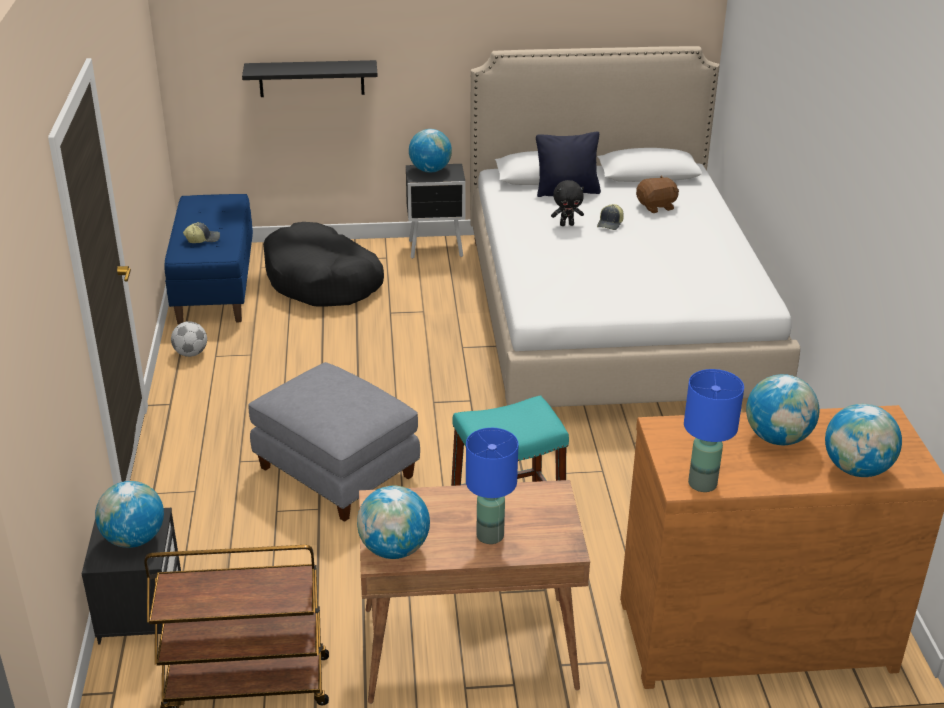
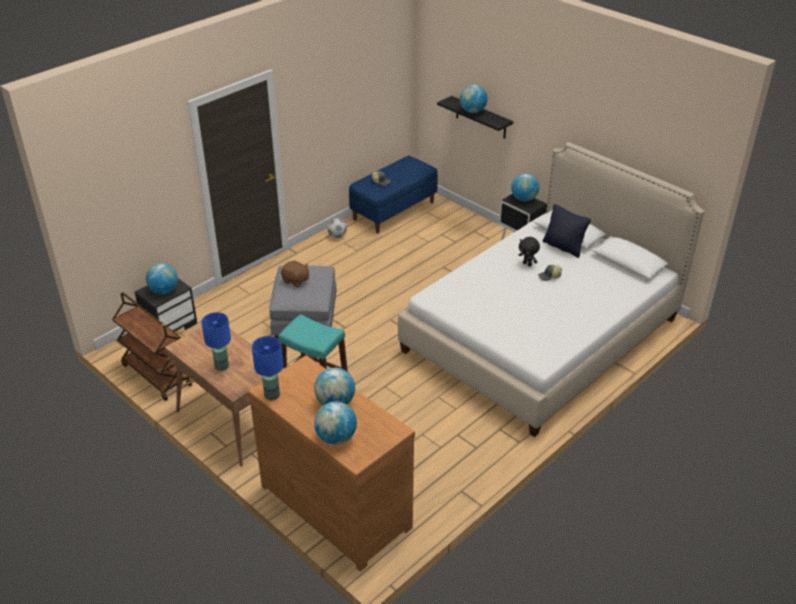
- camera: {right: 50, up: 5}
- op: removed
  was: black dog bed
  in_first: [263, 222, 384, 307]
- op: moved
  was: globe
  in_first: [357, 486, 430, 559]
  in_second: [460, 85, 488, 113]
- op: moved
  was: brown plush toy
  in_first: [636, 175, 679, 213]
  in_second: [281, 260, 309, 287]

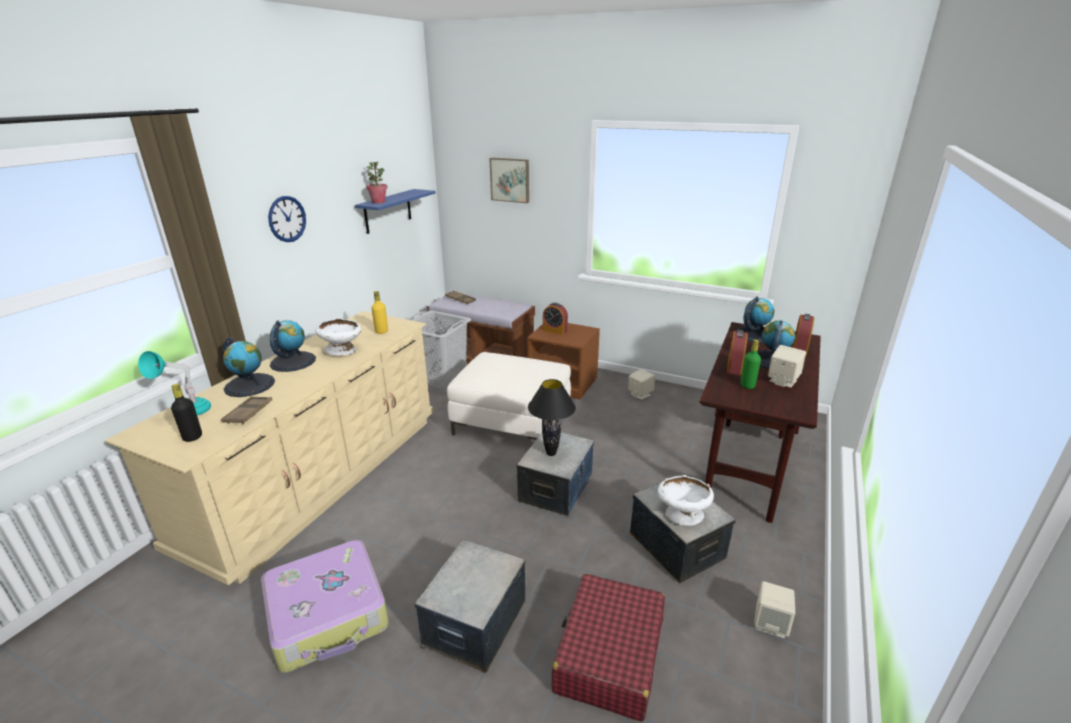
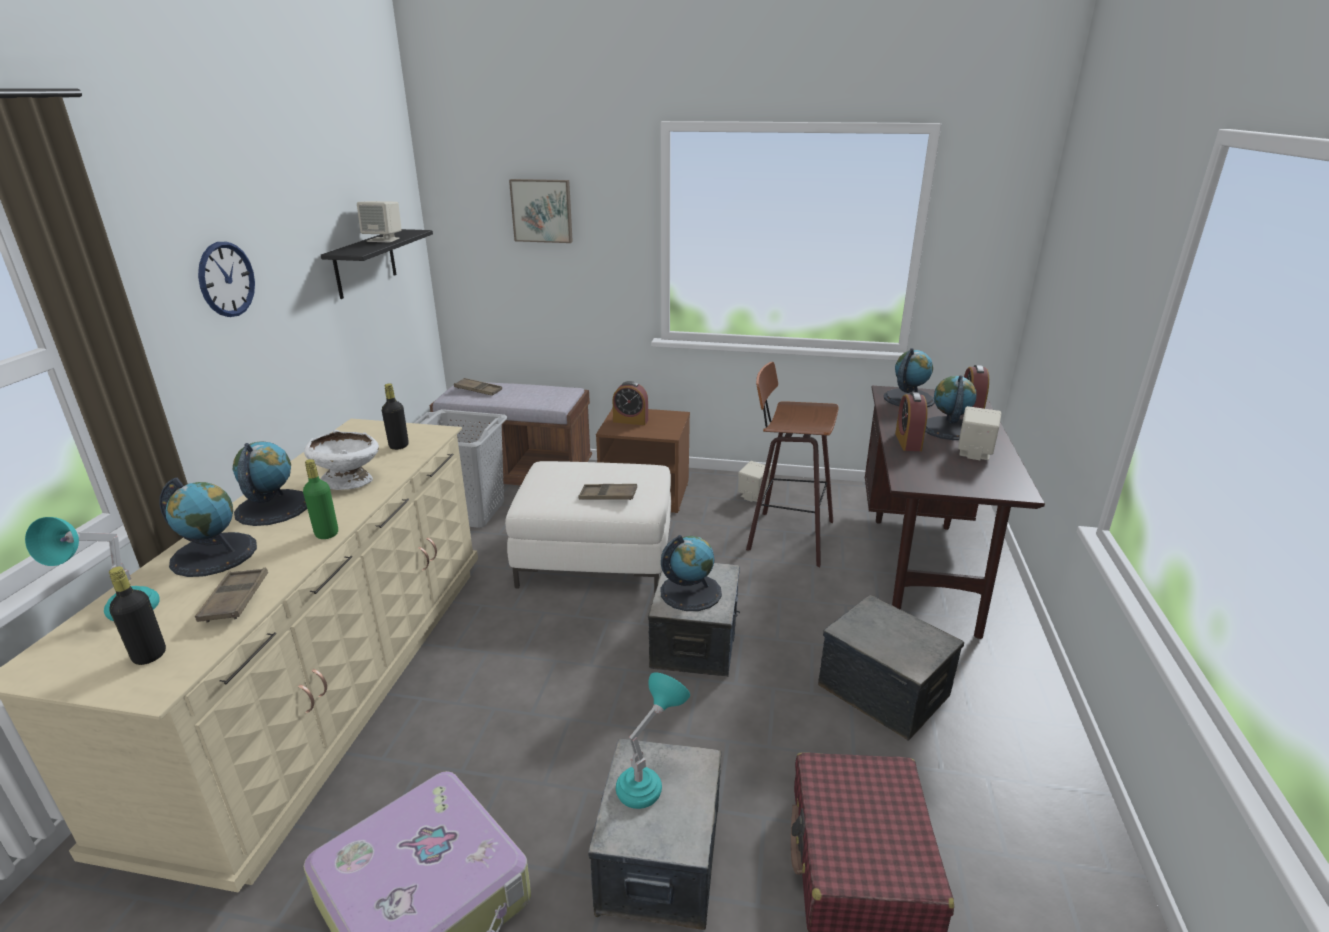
- camera: {right: -15, up: 0}
- op: removed
  was: potted plant
  in_first: [366, 161, 388, 203]
- op: removed
  was: white bowl
  in_first: [658, 475, 714, 526]
- op: added
  now: brown tray
  in_second: [578, 484, 637, 500]
- op: added
  now: turquoise table lamp
  in_second: [616, 673, 690, 809]
- op: added
  now: stool
  in_second: [746, 362, 839, 567]
- op: moved
  was: green bottle
  in_first: [740, 339, 761, 389]
  in_second: [303, 459, 338, 539]
- op: moved
  was: beige speaker
  in_first: [754, 581, 795, 638]
  in_second: [357, 201, 402, 242]
- op: replaced
  was: black table lamp
  now: globe
  in_first: [528, 379, 576, 456]
  in_second: [661, 535, 722, 611]
- op: recoloured
  was: blue shelf
  now: black shelf
  in_first: [355, 189, 436, 234]
  in_second: [321, 229, 433, 299]
- op: recoloured
  was: yellow bottle
  now: black bottle
  in_first: [371, 291, 388, 334]
  in_second: [382, 383, 409, 450]

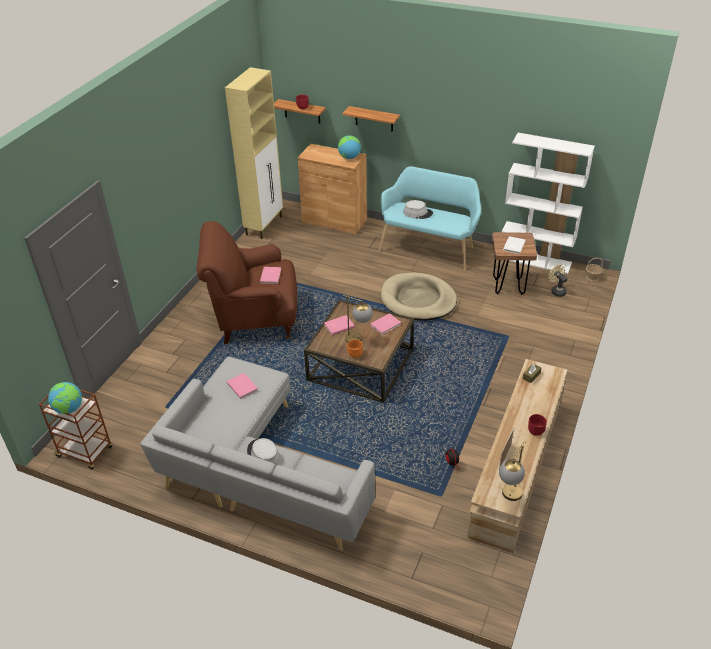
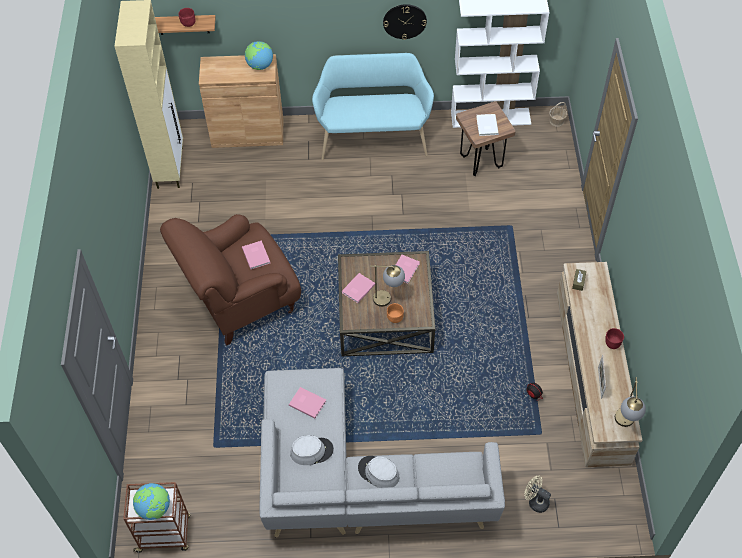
- camera: {right: -25, up: 15}
- op: removed
  was: shelf
  in_first: [342, 106, 400, 132]
- op: removed
  was: beige dog bed
  in_first: [381, 272, 457, 321]
- op: added
  now: wall clock
  in_second: [383, 4, 427, 40]
- op: moved
  was: grey hat
  in_first: [403, 200, 433, 219]
  in_second: [290, 435, 334, 465]
- op: moved
  was: beige fan
  in_first: [548, 265, 568, 297]
  in_second: [525, 475, 551, 513]

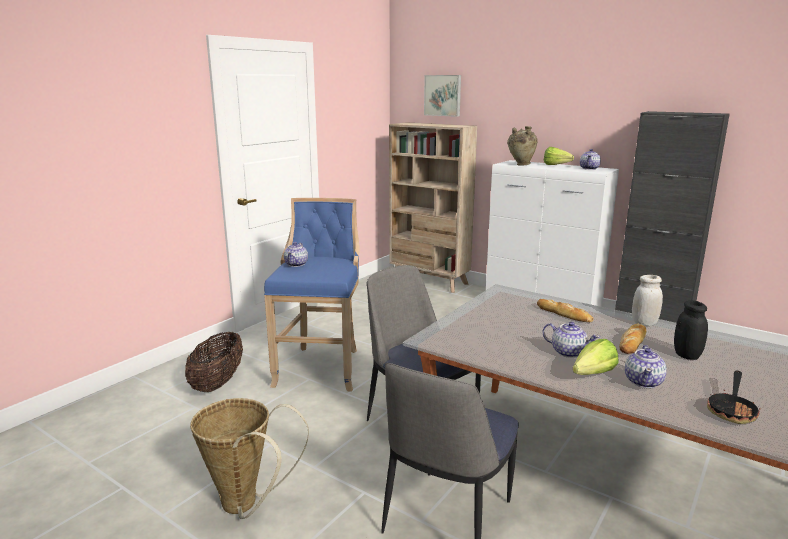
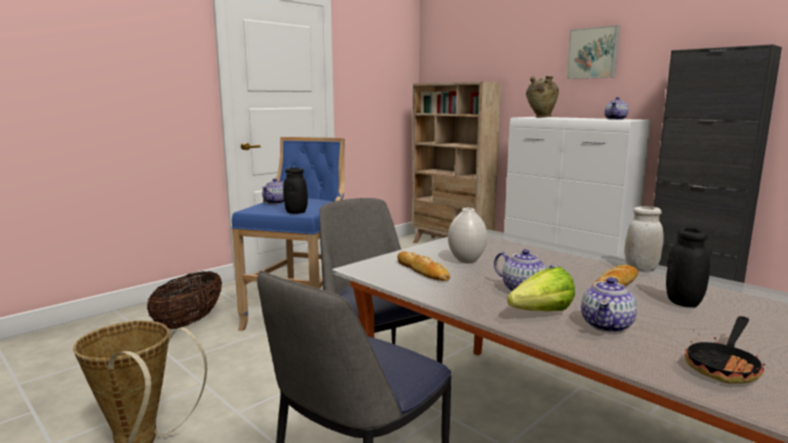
- camera: {right: 10, up: -5}
- op: removed
  was: lettuce
  in_first: [544, 147, 574, 165]
- op: added
  now: black jar
  in_second: [283, 168, 308, 214]
- op: added
  now: white vase
  in_second: [448, 208, 488, 263]
- op: moved
  was: picture
  in_first: [424, 75, 461, 117]
  in_second: [566, 25, 620, 79]
- op: moved
  was: bread
  in_first: [537, 299, 594, 322]
  in_second: [397, 251, 450, 281]

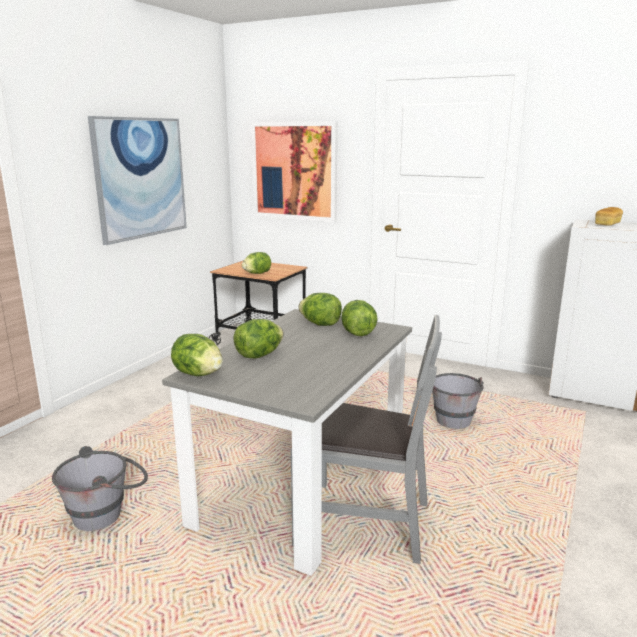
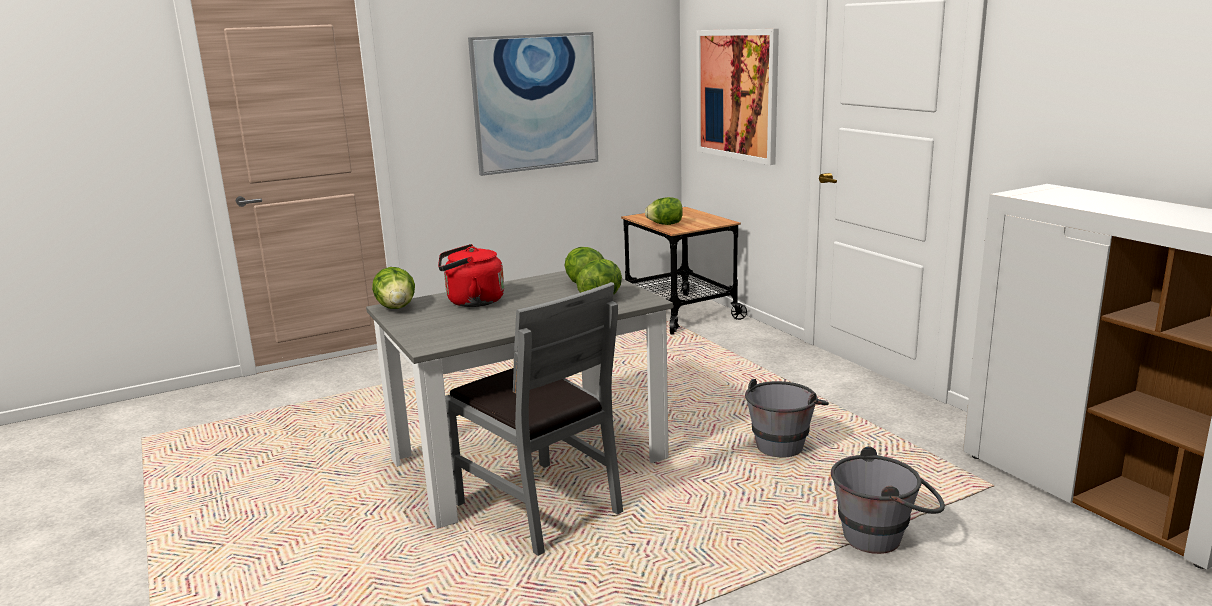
- camera: {right: 35, up: 0}
- op: removed
  was: bread
  in_first: [595, 207, 623, 226]
- op: moved
  was: grey bucket
  in_first: [52, 446, 148, 531]
  in_second: [831, 446, 945, 554]
- op: replaced
  was: lettuce
  now: red kettle
  in_first: [233, 319, 284, 358]
  in_second: [438, 244, 504, 307]

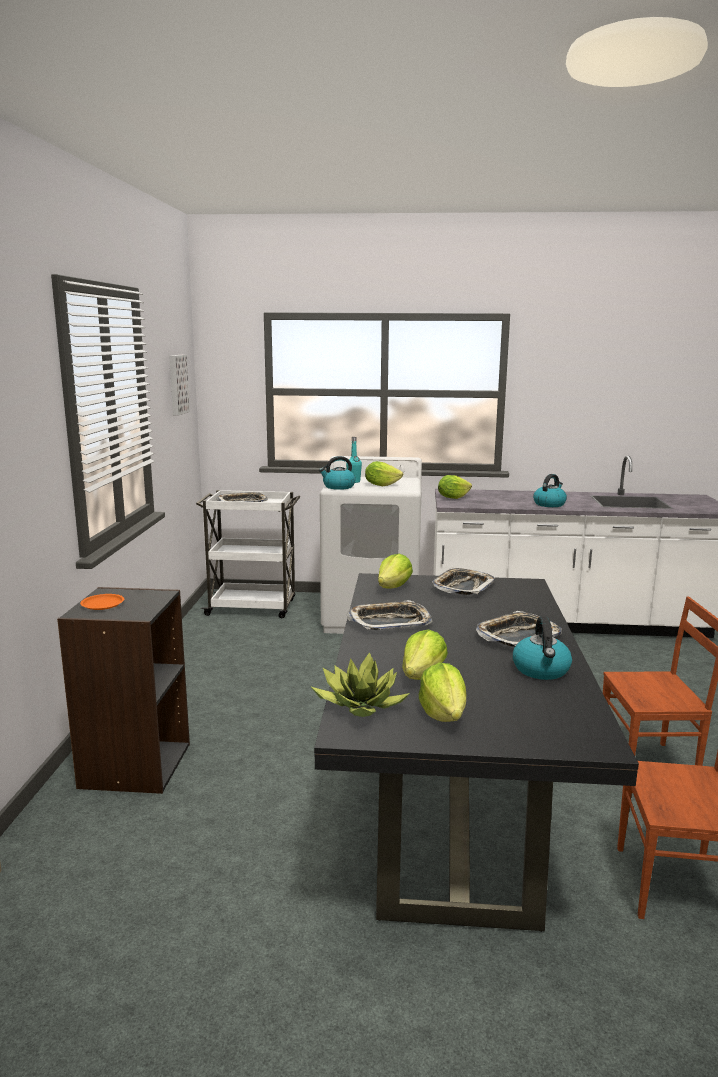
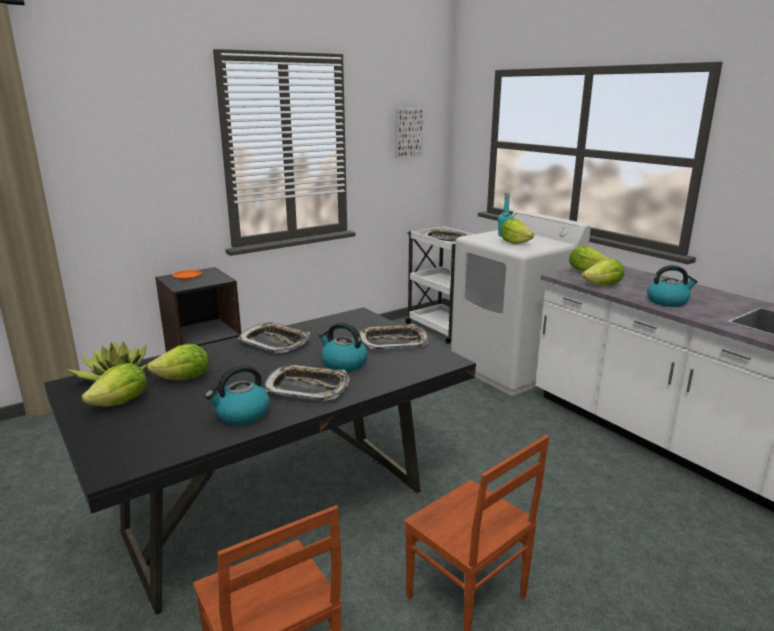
- camera: {right: 50, up: 5}
- op: moved
  was: kettle
  in_first: [319, 456, 355, 490]
  in_second: [319, 322, 368, 372]
- op: moved
  was: lettuce
  in_first: [378, 554, 413, 589]
  in_second: [582, 259, 625, 286]

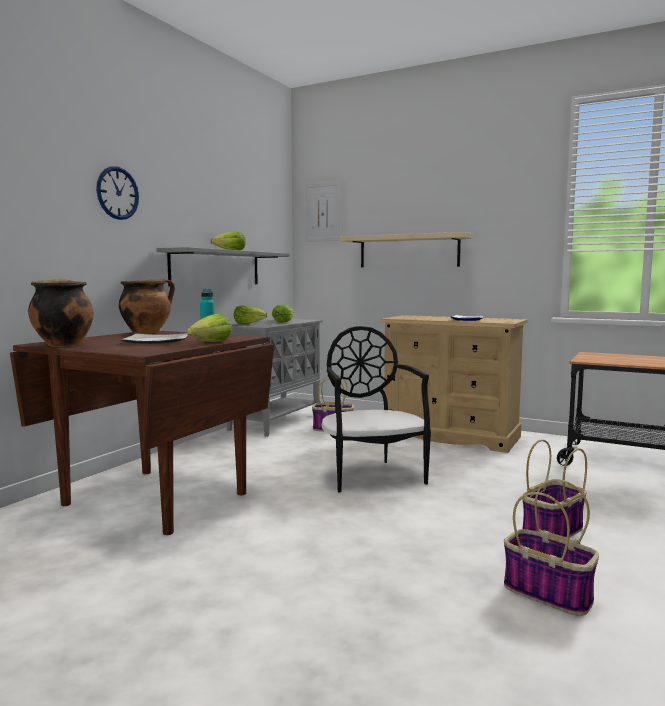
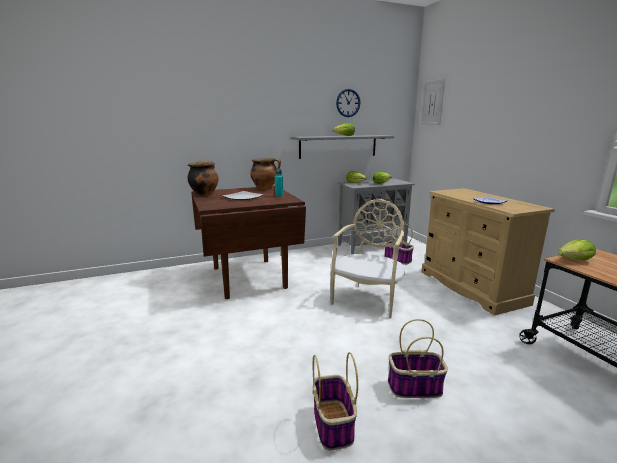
- camera: {right: 40, up: 10}
- op: removed
  was: beige shelf
  in_first: [340, 232, 473, 267]
- op: moved
  was: wall clock
  in_first: [96, 166, 139, 220]
  in_second: [336, 89, 360, 117]
- op: moved
  was: lettuce
  in_first: [187, 313, 232, 342]
  in_second: [558, 239, 596, 260]
- op: recoloured
  was: black chair
  now: beige chair
  in_first: [321, 326, 431, 492]
  in_second: [331, 199, 405, 319]

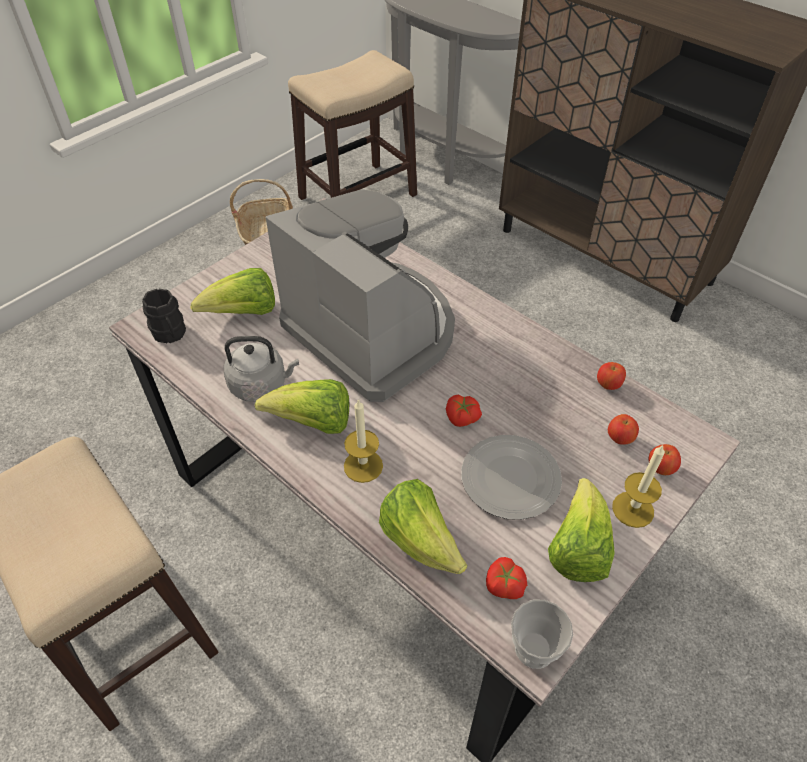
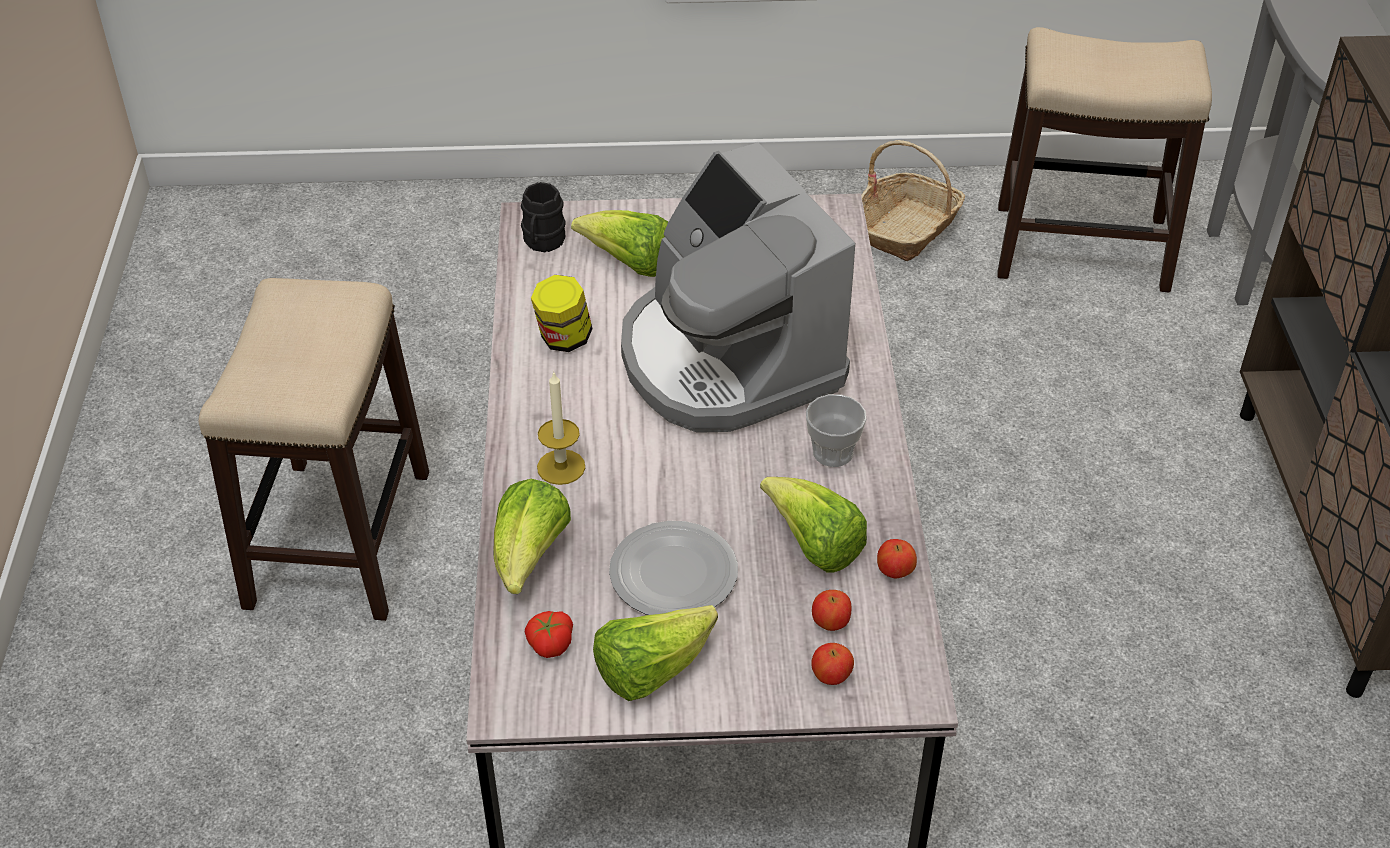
- camera: {right: 45, up: -5}
- op: removed
  was: tomato
  in_first: [446, 394, 482, 427]
- op: removed
  was: candle
  in_first: [612, 445, 665, 528]
- op: moved
  was: lettuce
  in_first: [255, 379, 349, 434]
  in_second: [760, 477, 867, 573]
- op: moved
  was: cup
  in_first: [511, 600, 573, 669]
  in_second: [806, 394, 867, 467]
- op: replaced
  was: grey kettle
  now: jar
  in_first: [224, 336, 299, 402]
  in_second: [531, 275, 593, 352]
- op: turned
  was: coffee machine
  in_first: [266, 190, 455, 402]
  in_second: [621, 142, 855, 433]
  clockwise: 150

